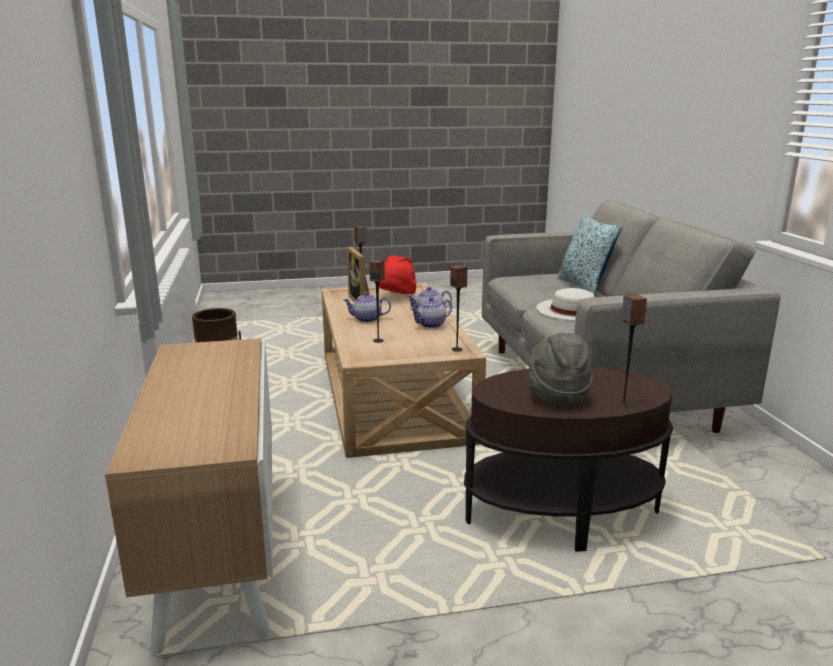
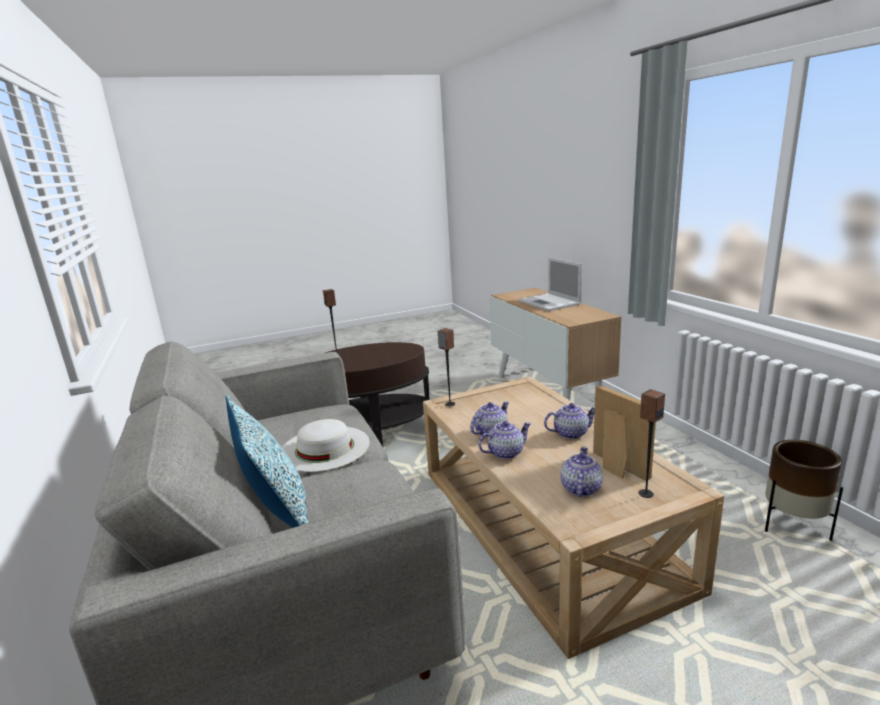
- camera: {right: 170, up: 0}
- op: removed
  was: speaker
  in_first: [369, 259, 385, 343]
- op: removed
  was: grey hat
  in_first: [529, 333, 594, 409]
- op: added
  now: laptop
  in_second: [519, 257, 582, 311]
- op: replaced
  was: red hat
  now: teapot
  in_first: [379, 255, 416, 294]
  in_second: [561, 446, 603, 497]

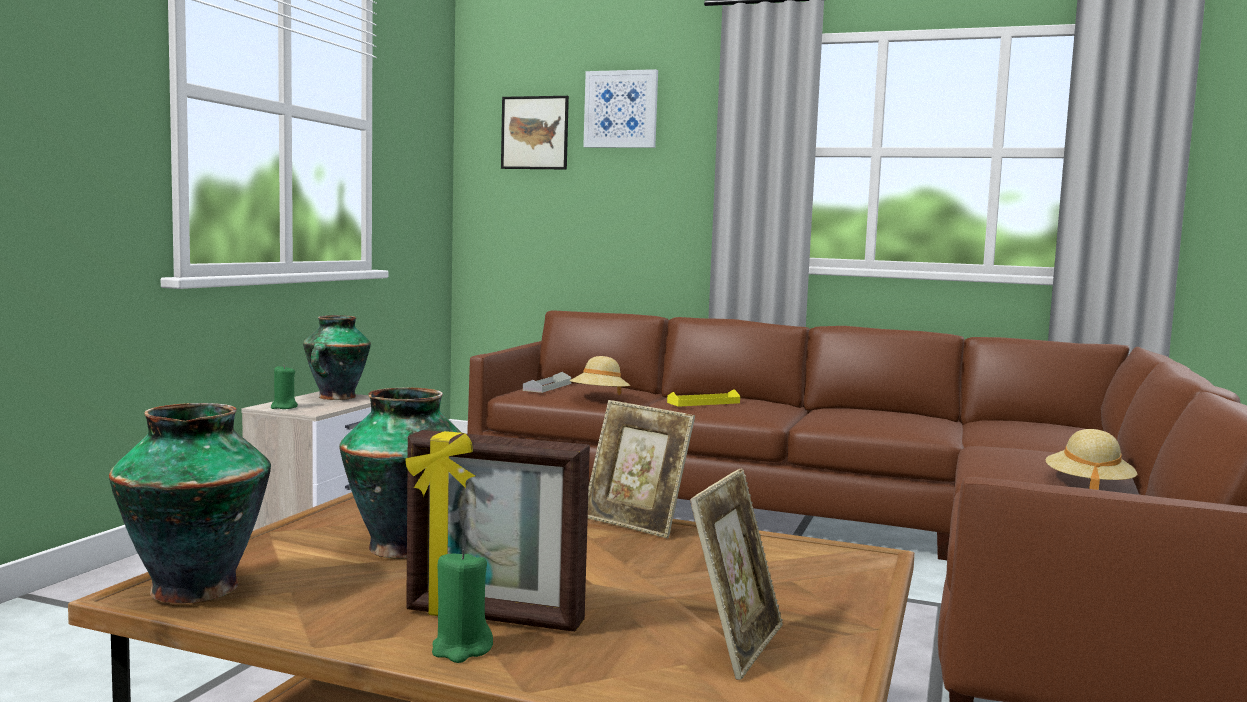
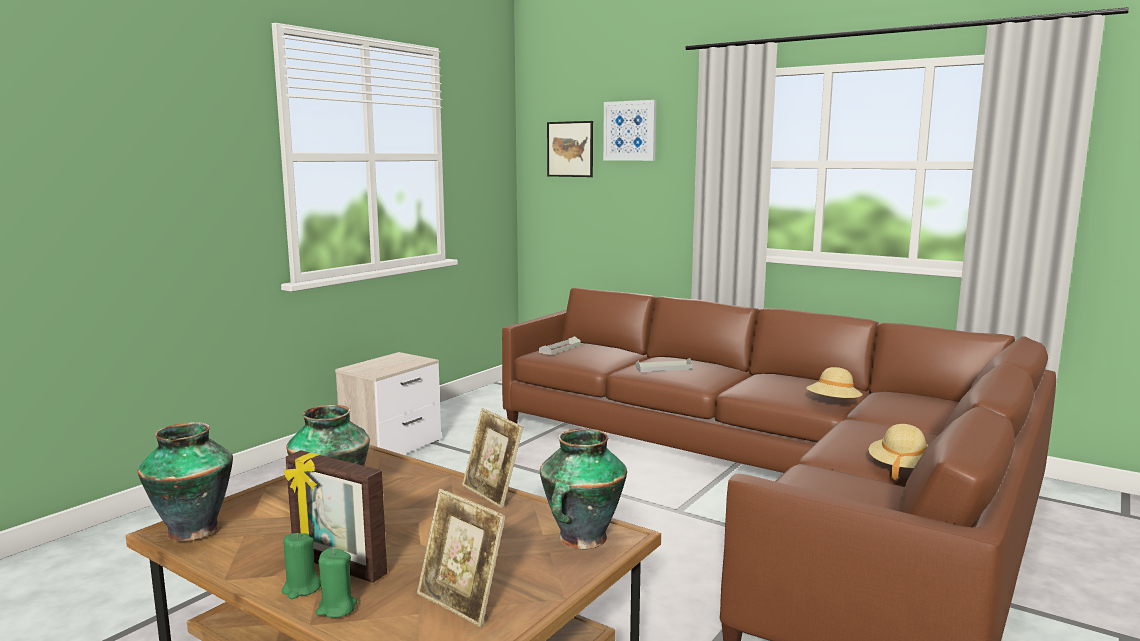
- camera: {right: 15, up: 5}
- op: moved
  was: green candle
  in_first: [271, 365, 298, 409]
  in_second: [316, 548, 357, 618]
- op: moved
  was: vase
  in_first: [303, 315, 371, 400]
  in_second: [540, 428, 627, 549]
- op: moved
  was: beige hat
  in_first: [570, 356, 630, 395]
  in_second: [806, 367, 863, 399]
- op: recoloured
  was: yellow tray
  now: grey tray
  in_first: [667, 389, 740, 407]
  in_second: [636, 358, 693, 372]
- op: turned
  was: picture frame
  in_first: [690, 468, 783, 680]
  in_second: [417, 489, 506, 627]
  clockwise: 90

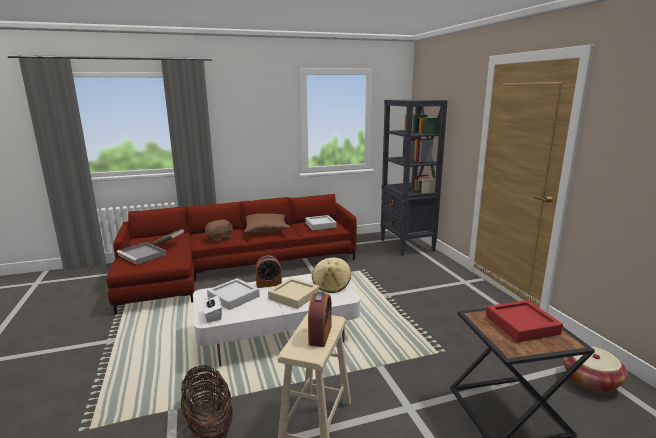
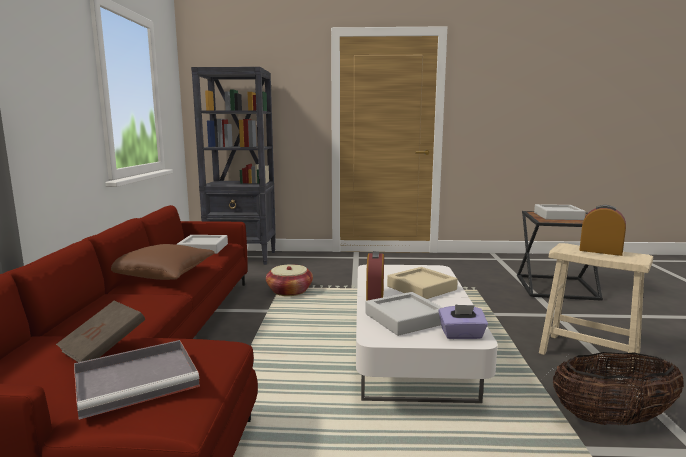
- camera: {right: -70, up: -5}
- op: removed
  was: brown plush toy
  in_first: [205, 220, 233, 242]
- op: removed
  was: beige hat
  in_first: [312, 257, 351, 293]
- op: moved
  was: basket
  in_first: [563, 346, 628, 393]
  in_second: [266, 265, 313, 296]
- op: recoloured
  was: white tissue box
  now: purple tissue box
  in_first: [202, 296, 222, 322]
  in_second: [438, 304, 488, 339]
- op: recoloured
  was: red tray
  now: grey tray
  in_first: [486, 300, 563, 342]
  in_second: [534, 204, 586, 220]

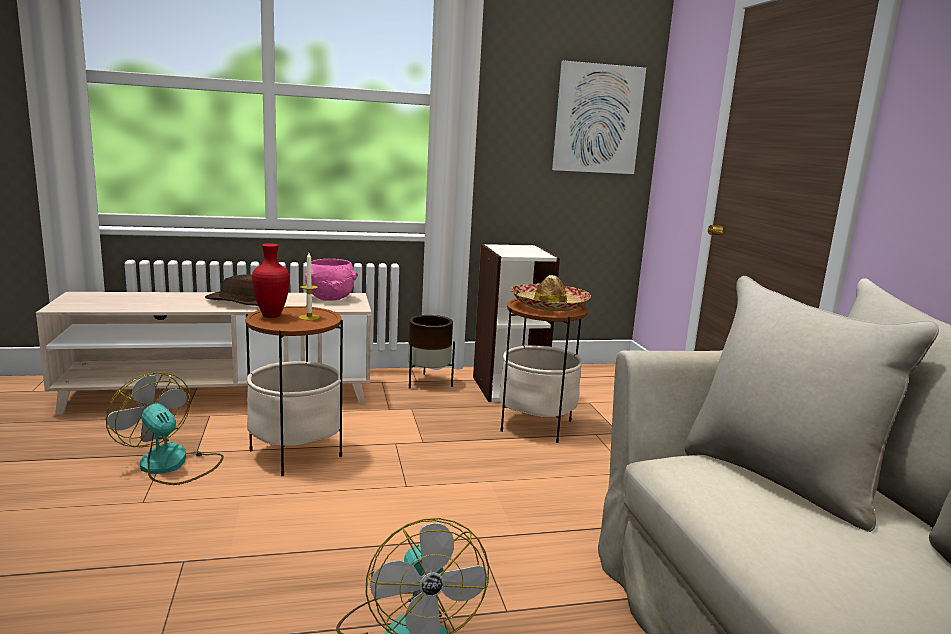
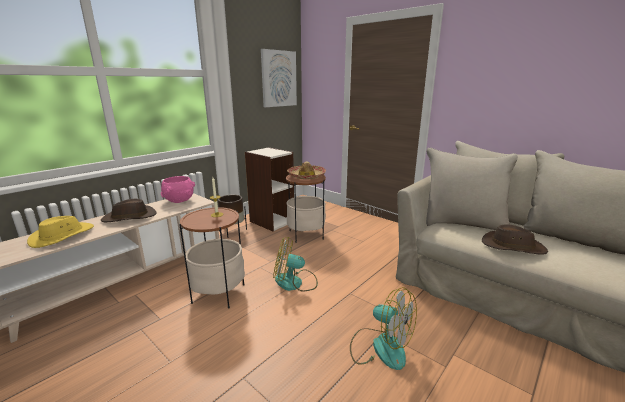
- camera: {right: -35, up: 5}
- op: removed
  was: red vase
  in_first: [252, 243, 290, 318]
- op: added
  now: yellow hat
  in_second: [27, 216, 94, 248]
- op: added
  now: brown hat
  in_second: [482, 224, 548, 255]
- op: moved
  was: fan
  in_first: [106, 373, 224, 485]
  in_second: [273, 237, 318, 292]

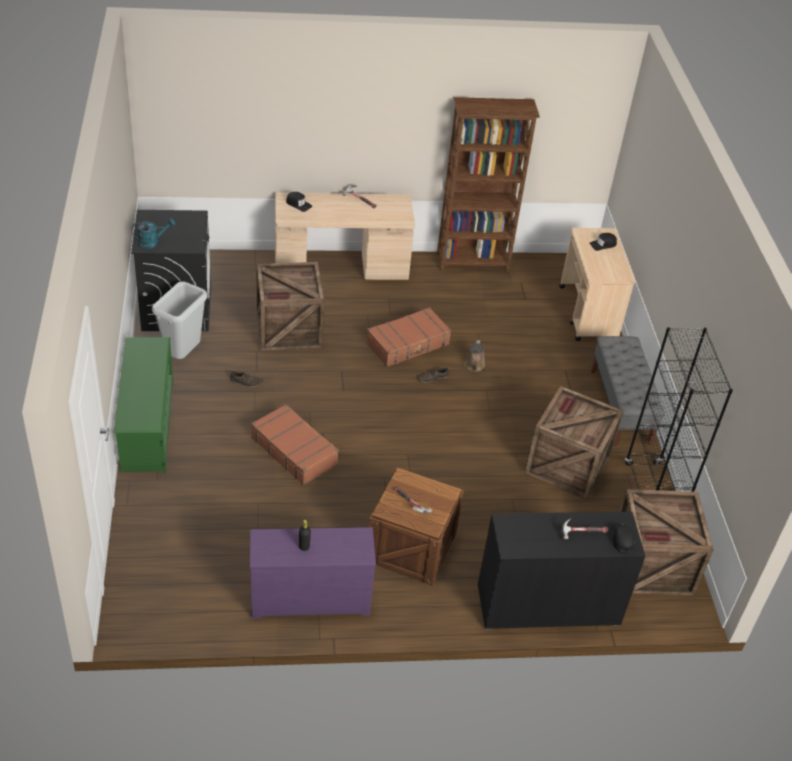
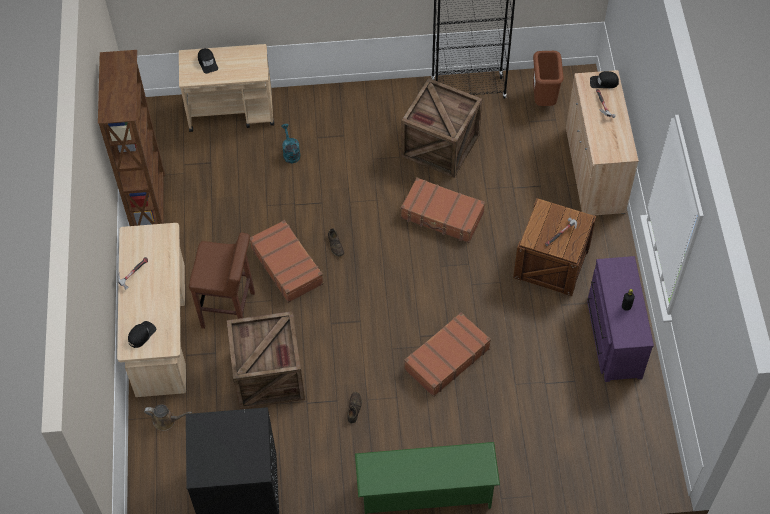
- camera: {right: -85, up: 15}
- op: removed
  was: grey trash can
  in_first: [152, 281, 207, 359]
- op: removed
  was: grey bench
  in_first: [591, 336, 665, 446]
- op: added
  now: brown stool
  in_second: [189, 232, 255, 329]
- op: added
  now: brown suitcase
  in_second: [401, 177, 485, 243]
- op: moved
  was: turquoise watering can
  in_first: [132, 218, 176, 249]
  in_second: [282, 124, 300, 163]
- op: moved
  was: brown watering can
  in_first: [464, 340, 485, 372]
  in_second: [144, 404, 192, 431]
- op: replaced
  was: crate
  now: brown trash can
  in_first: [619, 489, 714, 596]
  in_second: [533, 51, 564, 106]
- op: recoloured
  was: black cabinet
  now: beige cabinet
  in_first: [478, 512, 646, 630]
  in_second: [566, 70, 639, 215]

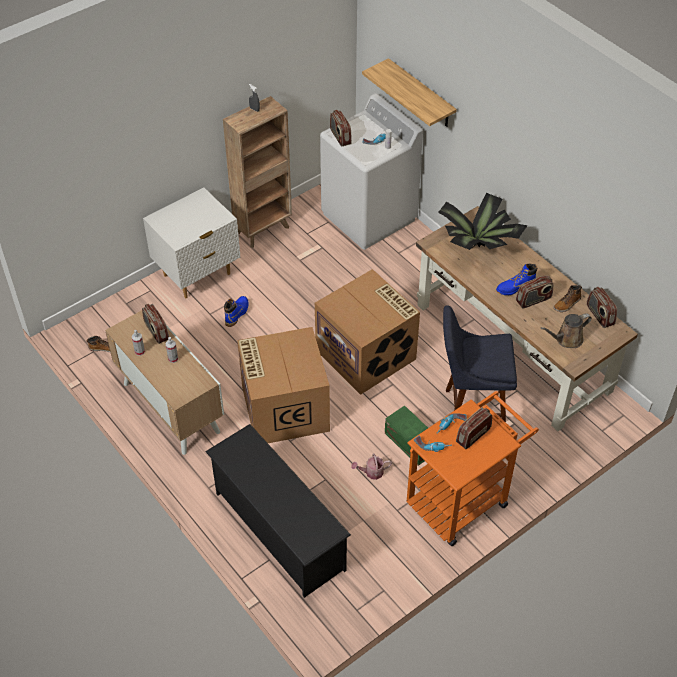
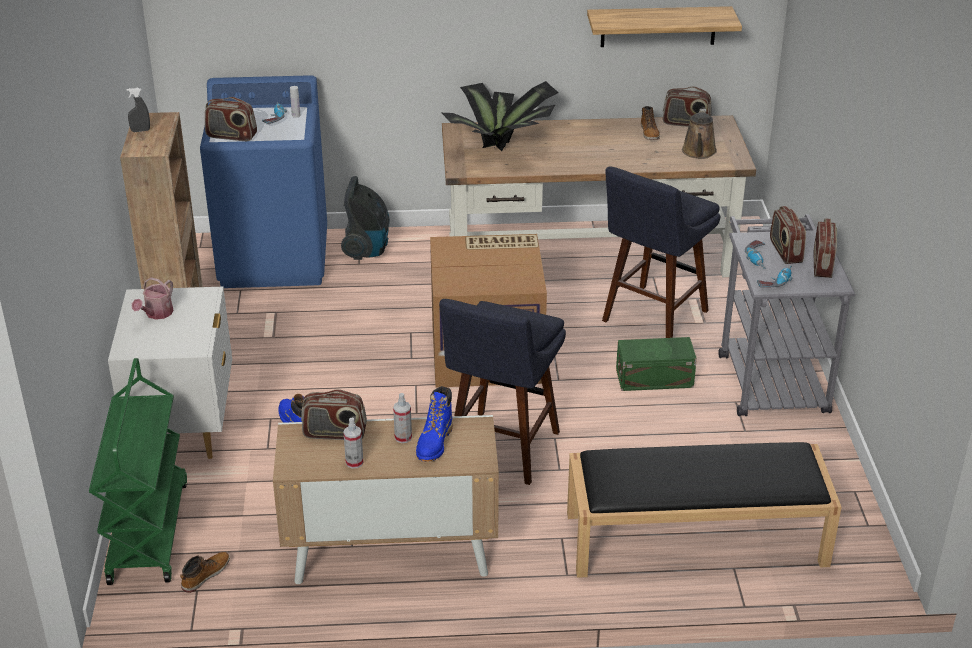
- camera: {right: -55, up: -15}
- op: added
  now: green cart
  in_second: [89, 358, 187, 585]
- op: added
  now: vacuum cleaner
  in_second: [341, 176, 390, 260]
- op: moved
  was: watering can
  in_first: [351, 454, 392, 480]
  in_second: [132, 277, 173, 320]
- op: moved
  was: shelf
  in_first: [362, 58, 457, 127]
  in_second: [587, 6, 742, 47]
- op: moved
  was: blue boot
  in_first: [496, 264, 537, 295]
  in_second: [416, 386, 453, 462]
- op: moved
  was: radio
  in_first: [516, 275, 553, 308]
  in_second: [814, 218, 837, 278]
- op: replaced
  was: black shoe rack
  now: black bench
  in_first: [205, 424, 351, 598]
  in_second: [567, 442, 842, 578]
- op: replaced
  was: cardboard box
  now: blue stool
  in_first: [237, 327, 330, 443]
  in_second: [439, 299, 566, 485]
- op: recoloured
  was: white washing machine
  now: blue washing machine
  in_first: [320, 93, 423, 250]
  in_second: [200, 75, 327, 288]
- op: recoloured
  was: orange cart
  now: grey cart
  in_first: [406, 391, 539, 546]
  in_second: [719, 214, 855, 416]

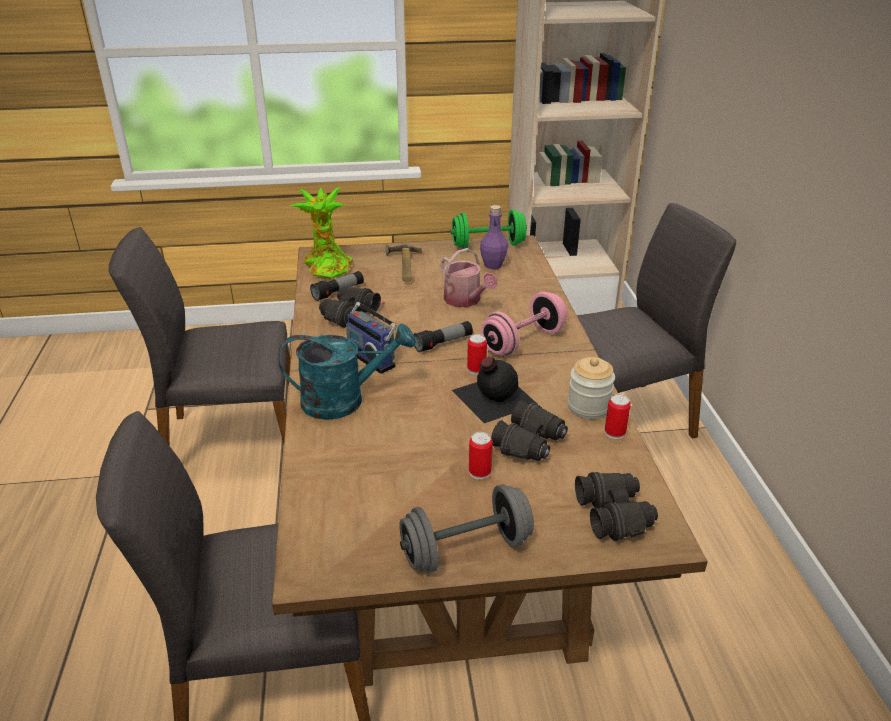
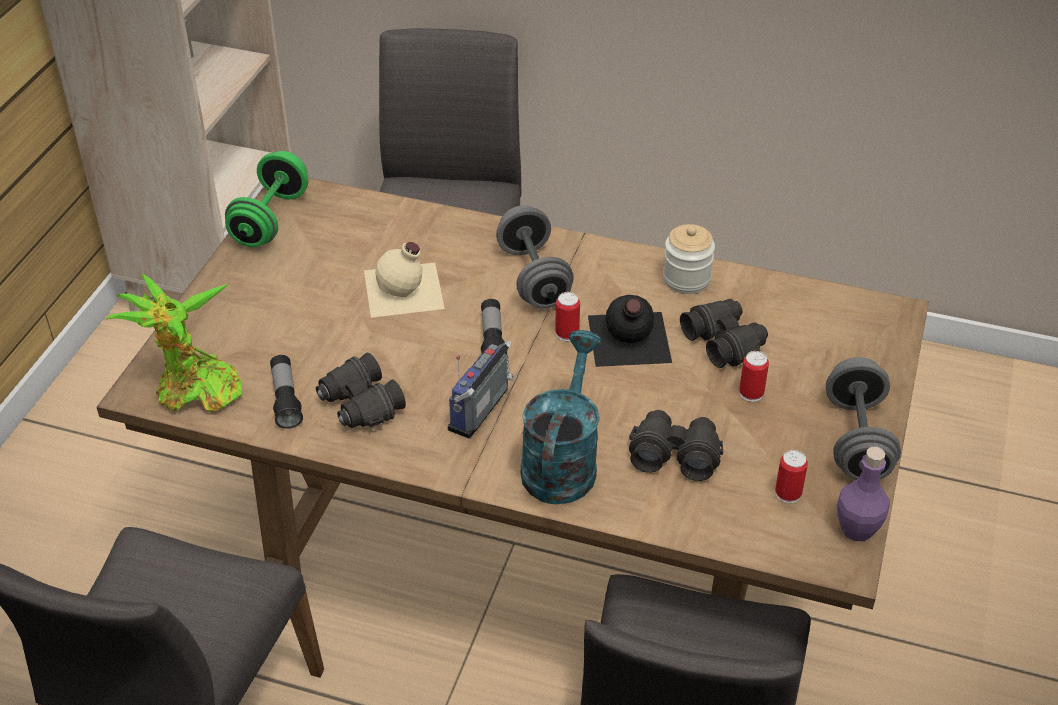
- camera: {right: -65, up: 10}
- op: removed
  was: hammer
  in_first: [385, 244, 422, 282]
- op: moved
  was: purple bottle
  in_first: [480, 205, 508, 269]
  in_second: [837, 447, 890, 541]
- op: moved
  was: black binoculars
  in_first: [575, 472, 658, 541]
  in_second: [629, 410, 723, 481]
- op: moved
  was: can
  in_first: [605, 394, 631, 439]
  in_second: [775, 450, 808, 503]
- op: replaced
  was: watering can
  now: beige bottle
  in_first: [441, 248, 498, 307]
  in_second: [364, 242, 445, 318]
- op: recoloured
  was: pink dumbbell
  now: grey dumbbell
  in_first: [481, 292, 567, 356]
  in_second: [496, 205, 574, 308]
- op: turned
  was: radio
  in_first: [346, 301, 397, 374]
  in_second: [448, 340, 514, 439]
  clockwise: 135

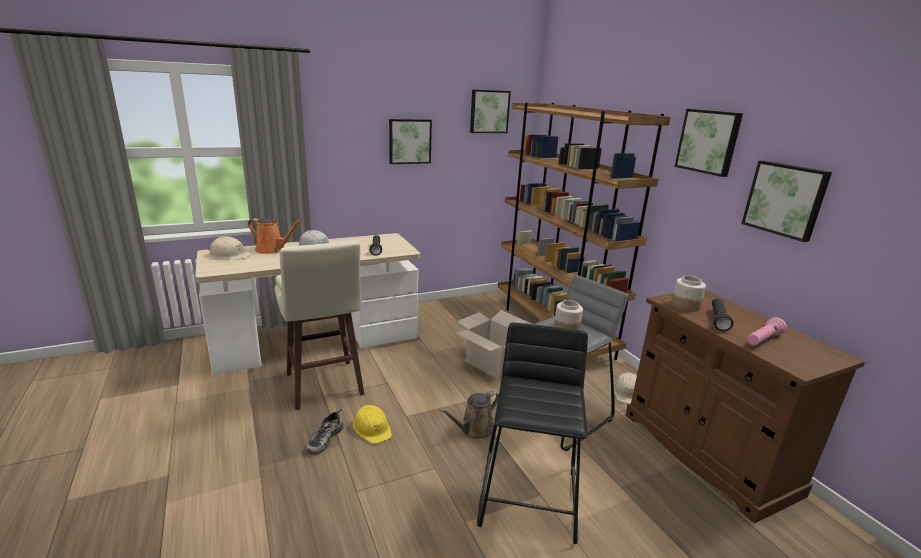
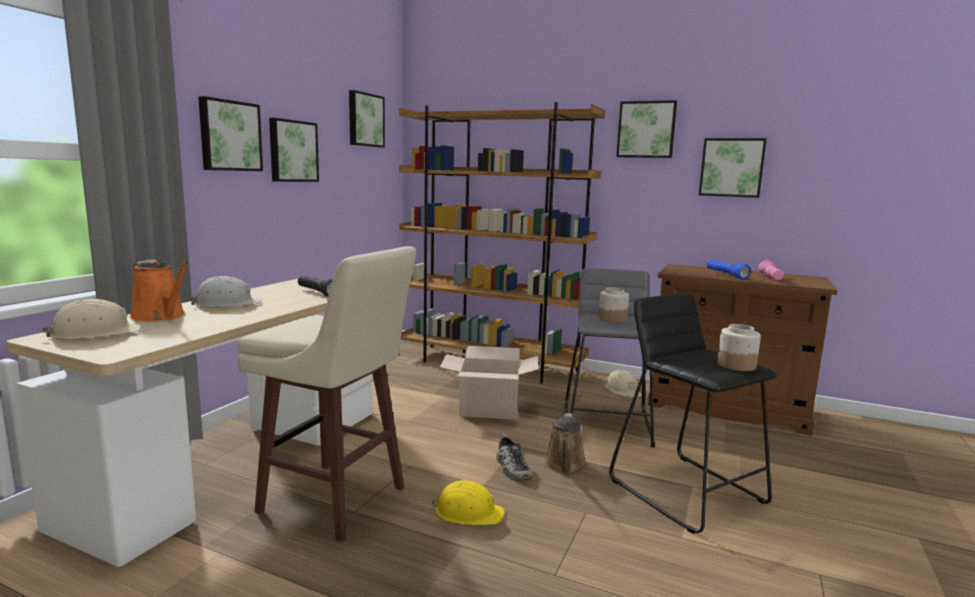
- camera: {right: -40, up: -10}
- op: added
  now: picture
  in_second: [198, 96, 263, 171]
- op: moved
  was: shoe
  in_first: [306, 409, 343, 455]
  in_second: [496, 434, 532, 482]
- op: moved
  was: jar
  in_first: [671, 276, 706, 312]
  in_second: [717, 324, 761, 371]
- op: recoloured
  was: black flashlight
  now: blue flashlight
  in_first: [712, 298, 734, 331]
  in_second: [707, 260, 751, 279]
- op: turned
  was: orange watering can
  in_first: [248, 218, 302, 254]
  in_second: [129, 260, 189, 322]
  clockwise: 60

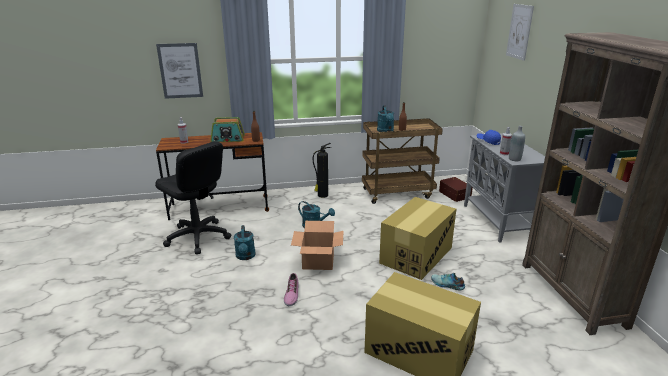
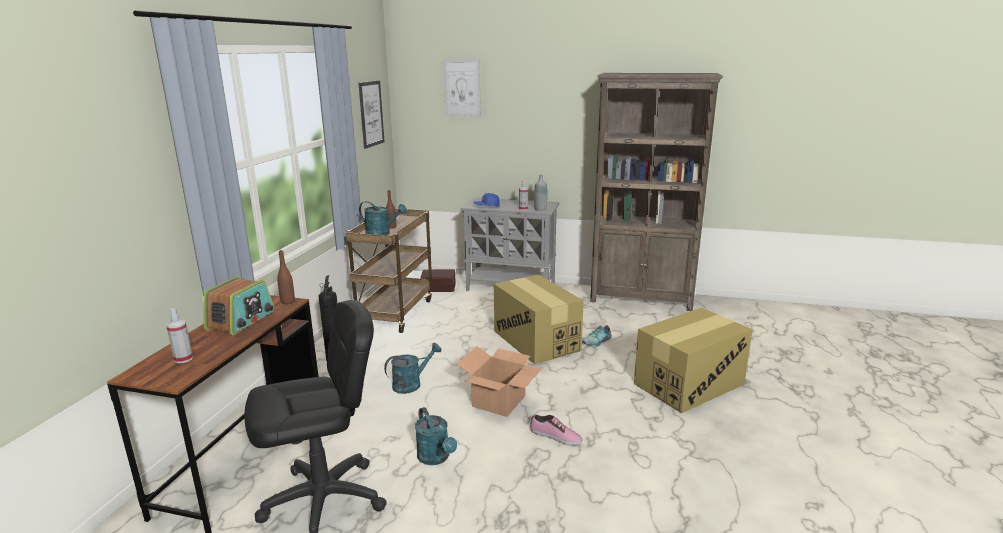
- camera: {right: -65, up: -5}
- op: moved
  was: picture
  in_first: [156, 43, 203, 99]
  in_second: [358, 80, 385, 149]
- op: turned
  was: turquoise watering can
  in_first: [234, 225, 256, 260]
  in_second: [415, 407, 457, 465]
  clockwise: 45

